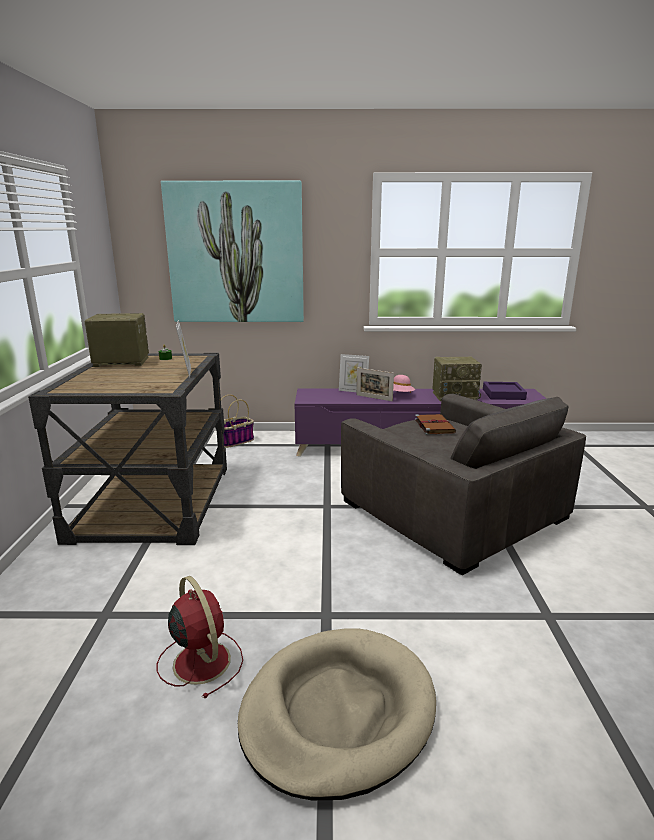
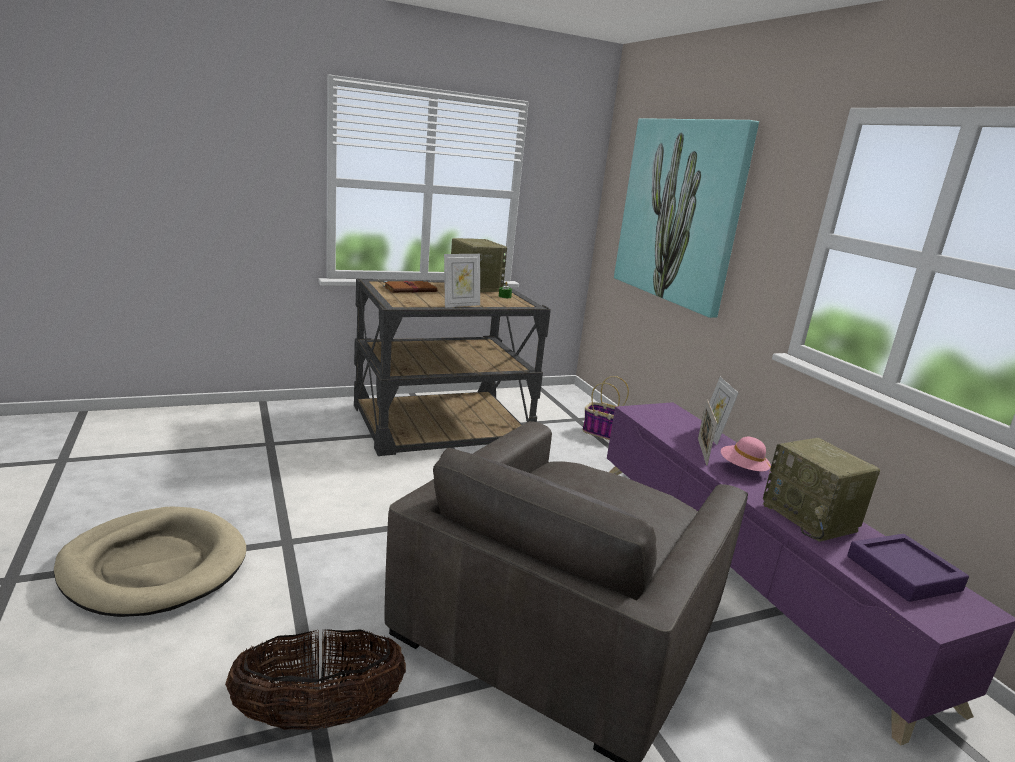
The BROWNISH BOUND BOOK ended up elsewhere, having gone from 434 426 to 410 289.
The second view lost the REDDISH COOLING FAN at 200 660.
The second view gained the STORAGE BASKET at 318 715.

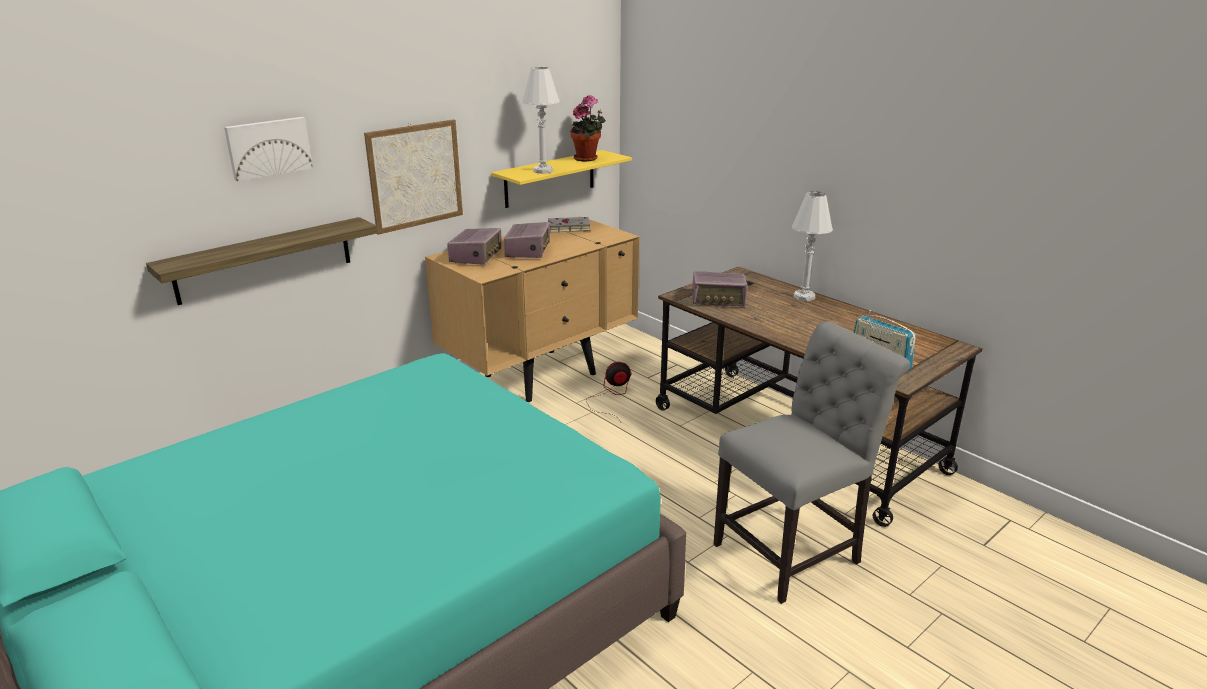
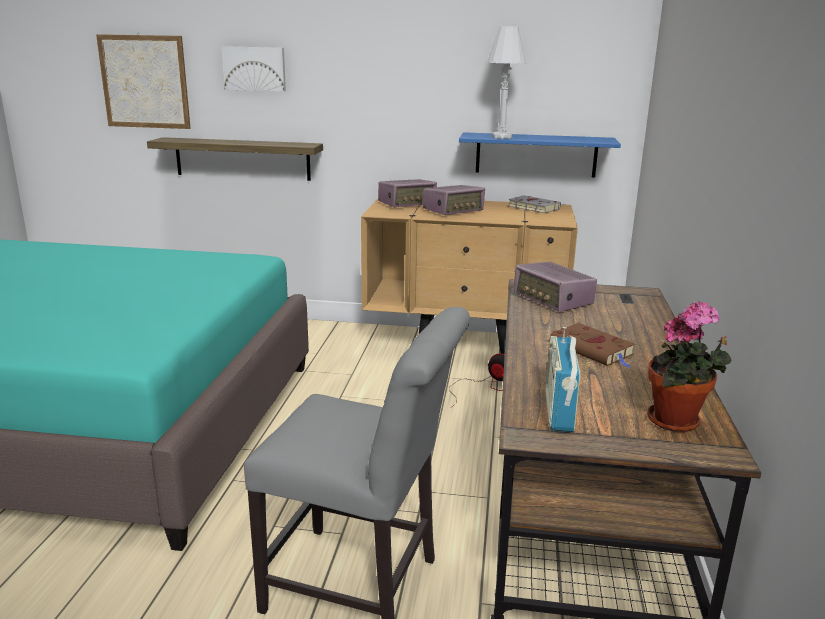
The PLANT IN A POT ended up elsewhere, having gone from 587 159 to 677 422.
The WALL ART ended up elsewhere, having gone from 415 174 to 144 80.
What was the YELLOWISH BRACKET SHELF at 550 178 turned into the BLUE BRACKET SHELF at 536 155.
The second view lost the WHITE TABLE LAMP at 804 297.
The second view gained the BROWNISH BOUND BOOK at 593 350.

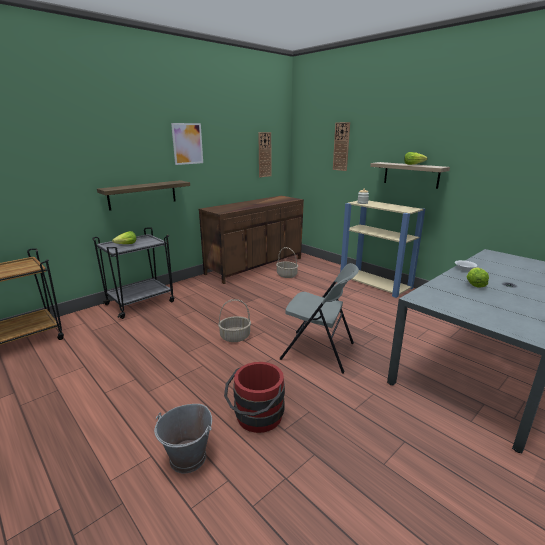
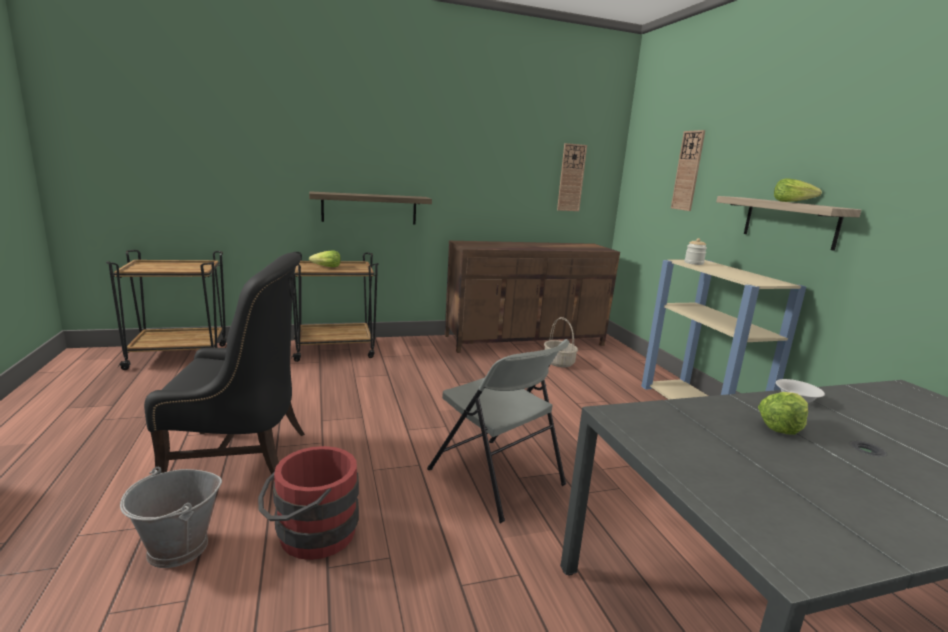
The second view lost the WALL ART at 187 143.
What was the GREY CART at 141 303 turned into the BROWNISH CART at 335 350.
The second view lost the STORAGE BASKET at 235 336.
The second view gained the BLACKISH PLAIN CHAIR at 241 458.

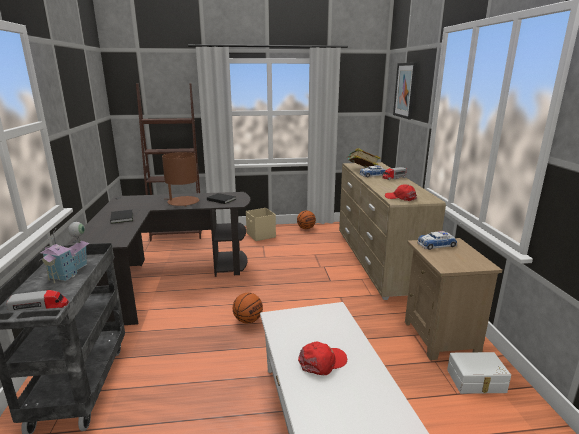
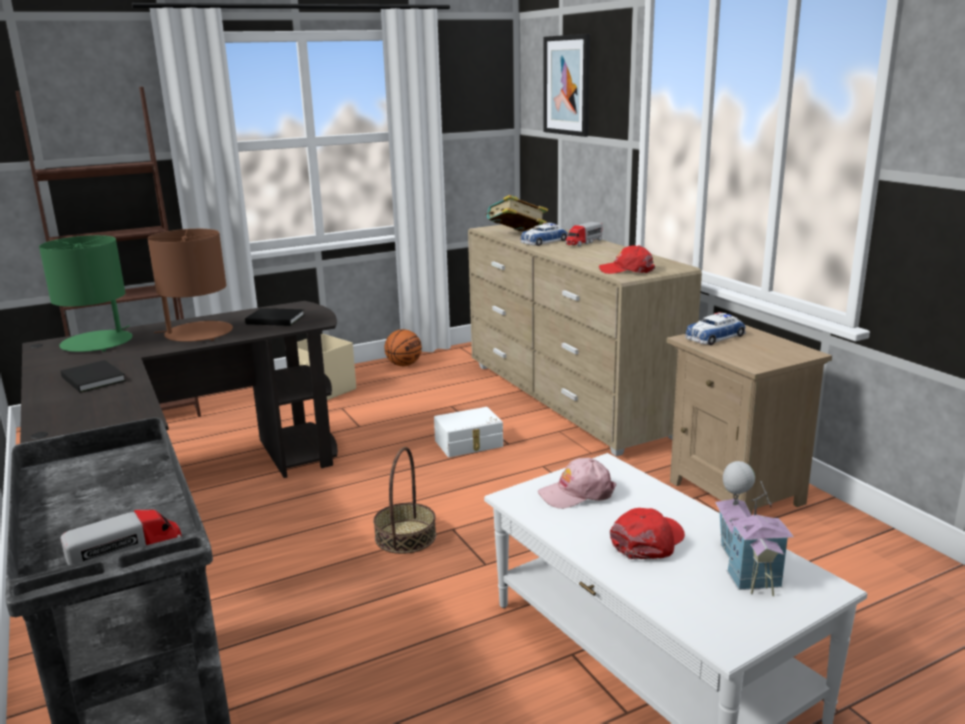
The MODEL HOUSE ended up elsewhere, having gone from 70 271 to 747 567.
Where the BASKETBALL BALL stood at 248 320, the STORAGE BASKET came to stand at 405 536.
The WHITE STORAGE BOX ended up elsewhere, having gone from 476 381 to 469 444.
The second view gained the GREEN-COLOURED TABLE LAMP at 98 343.
The second view gained the PINK-COLOURED CAP at 576 493.

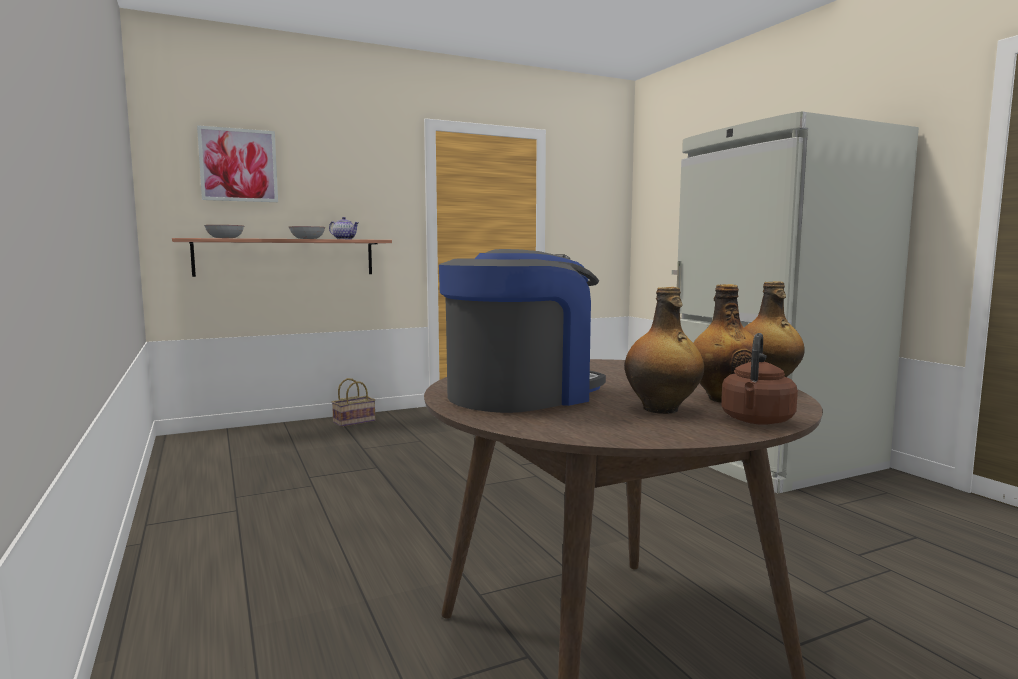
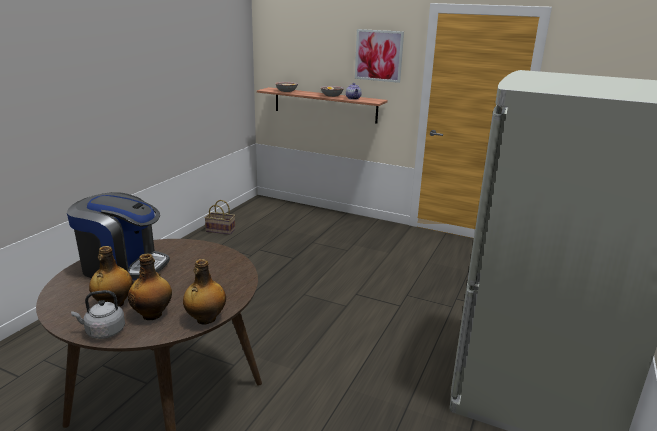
The WALL ART ended up elsewhere, having gone from 238 165 to 378 55.
What was the BROWNISH WATER KETTLE at 756 421 turned into the GREY WATER KETTLE at 103 332.
The STORAGE BASKET ended up elsewhere, having gone from 354 421 to 221 230.

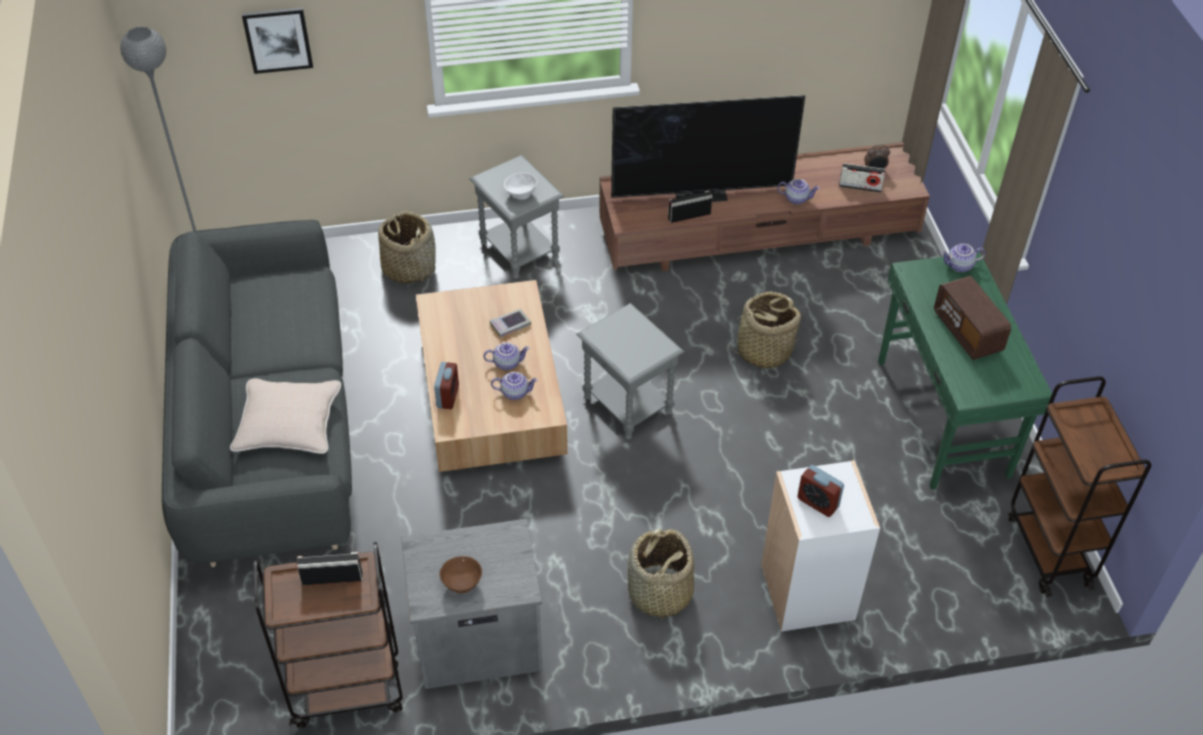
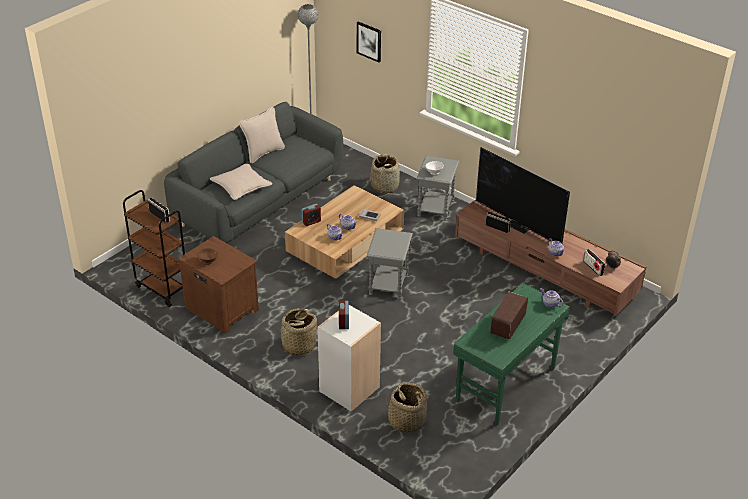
The STORAGE BASKET ended up elsewhere, having gone from 764 350 to 406 420.
The second view lost the BROWNISH CART at 1049 552.
What was the GREY NIGHT TABLE at 476 638 turned into the BROWNISH NIGHT TABLE at 221 308.
The second view gained the SAND-COLOURED THROW PILLOW at 263 153.

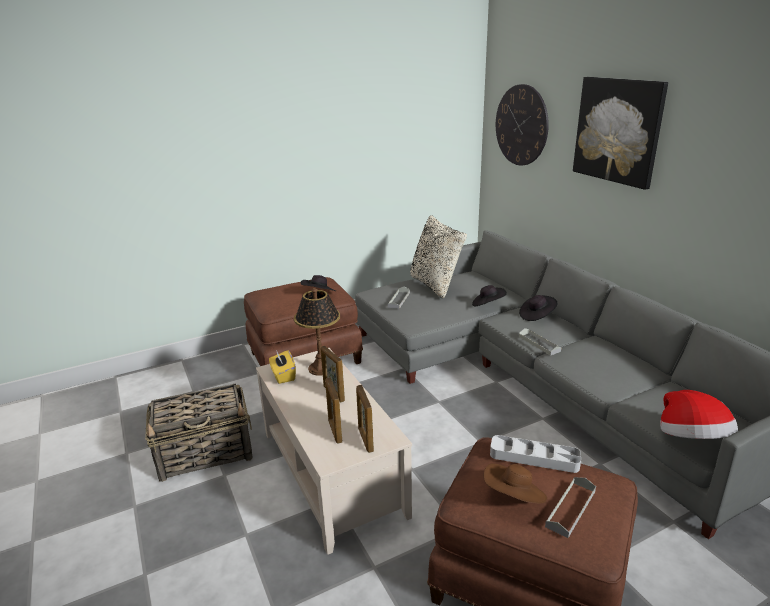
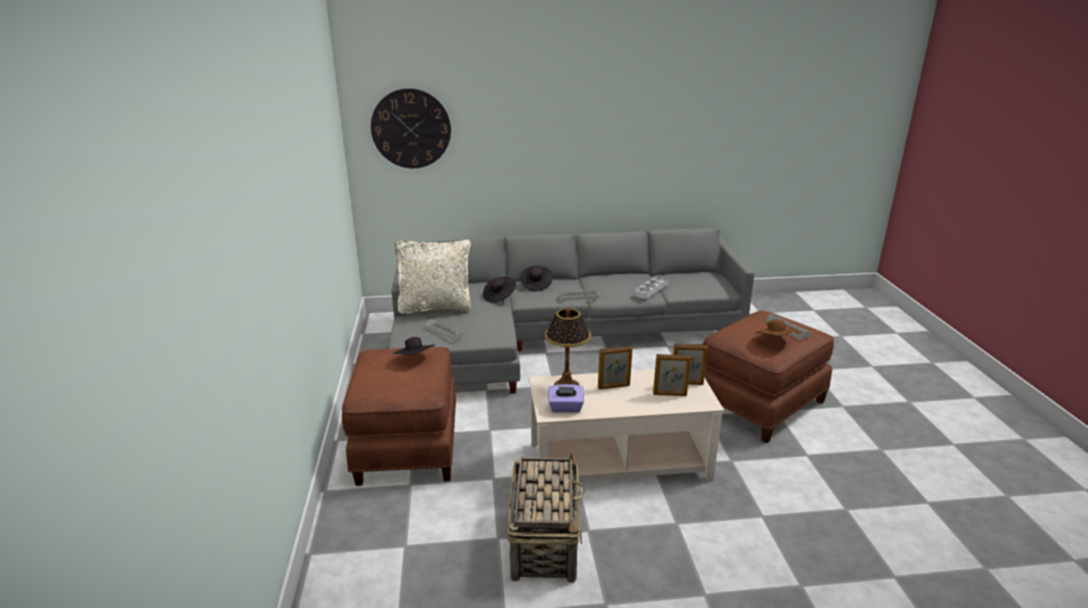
The second view lost the WALL ART at 618 131.
What was the YELLOWISH BOX OF TISSUES at 283 375 turned into the PURPLE BOX OF TISSUES at 565 408.
The second view lost the CLOTHING HAT at 691 439.
The GREY TRAY ended up elsewhere, having gone from 534 457 to 652 289.

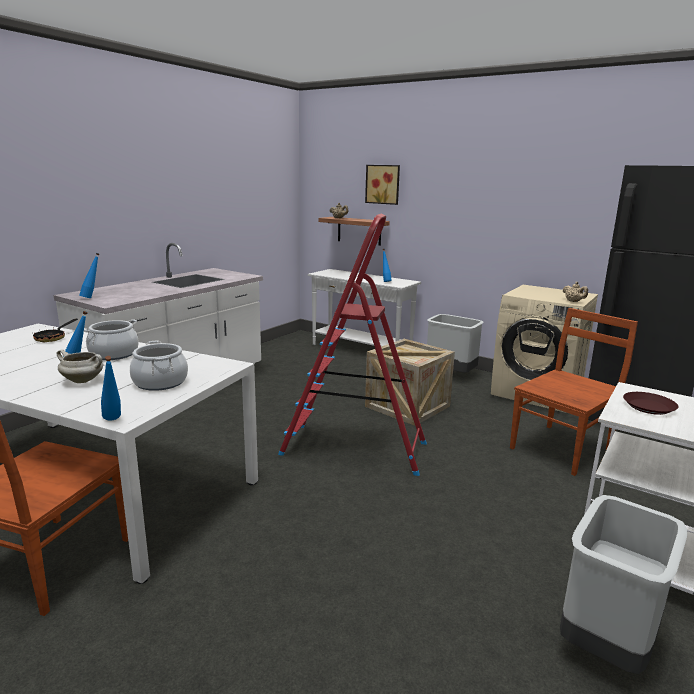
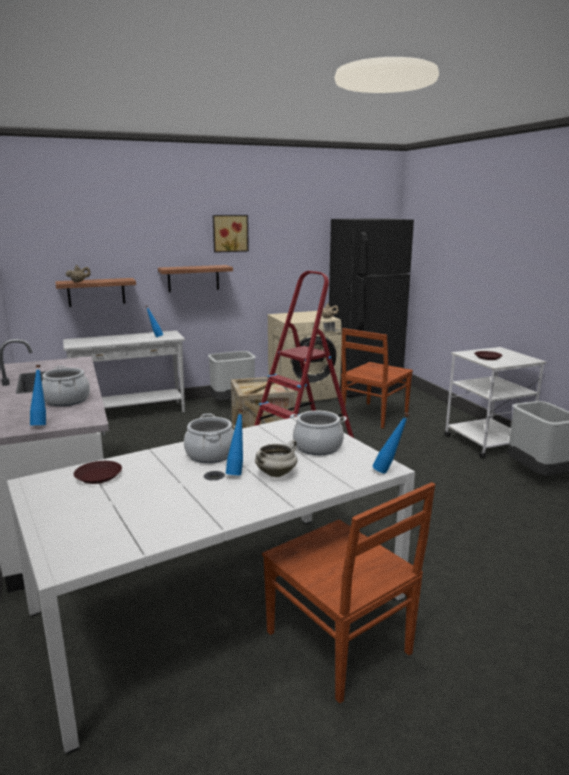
The WALL ART ended up elsewhere, having gone from 383 184 to 230 233.
The BROWNISH PLAIN CHAIR at 562 448 ended up facing another way, 135 degrees counterclockwise from before.
Where the FRYING PAN stood at 53 338, the BROWNISH DINNER PLATE came to stand at 98 476.
The second view gained the BRACKET SHELF at 193 278.
The second view gained the STOCKPOT at 66 400.

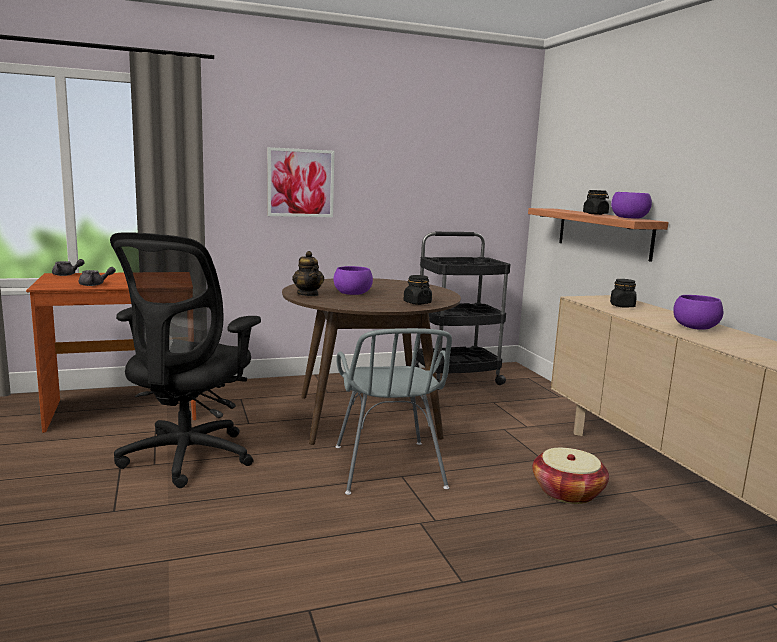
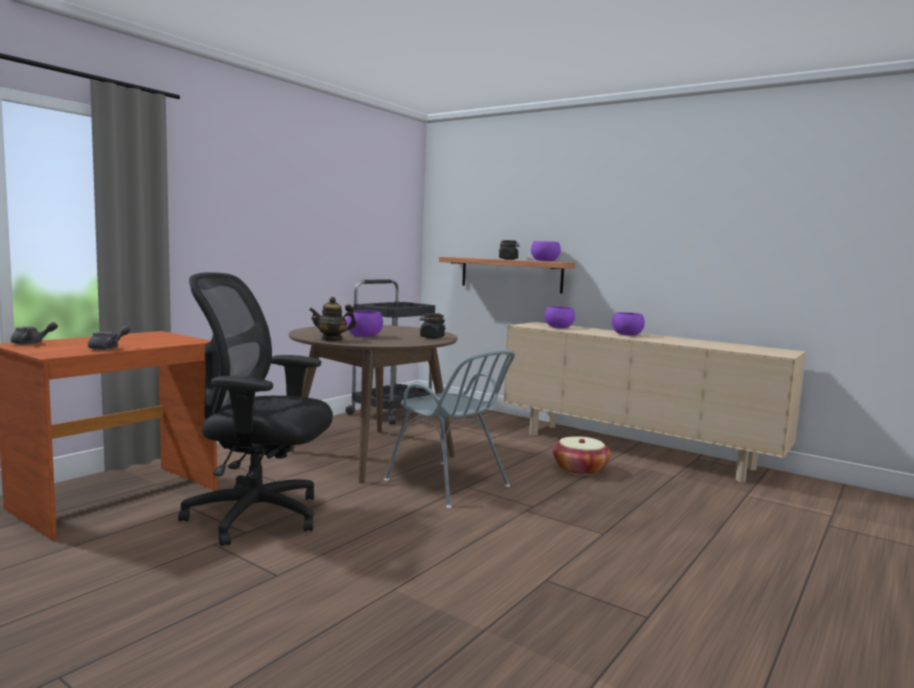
The second view lost the WALL ART at 300 183.
The BLACKISH COMPUTER CHAIR at 190 453 ended up facing another way, 120 degrees clockwise from before.
The TEA POT at 308 294 ended up facing another way, 135 degrees clockwise from before.
Where the BLACKISH STORAGE JAR stood at 622 306, the PURPLE SERVING BOWL came to stand at 558 327.

